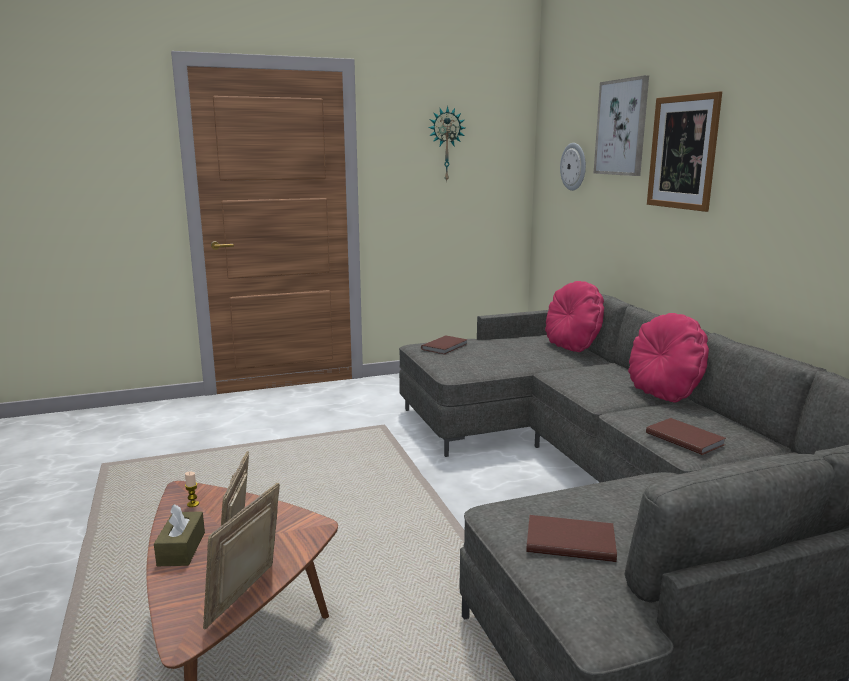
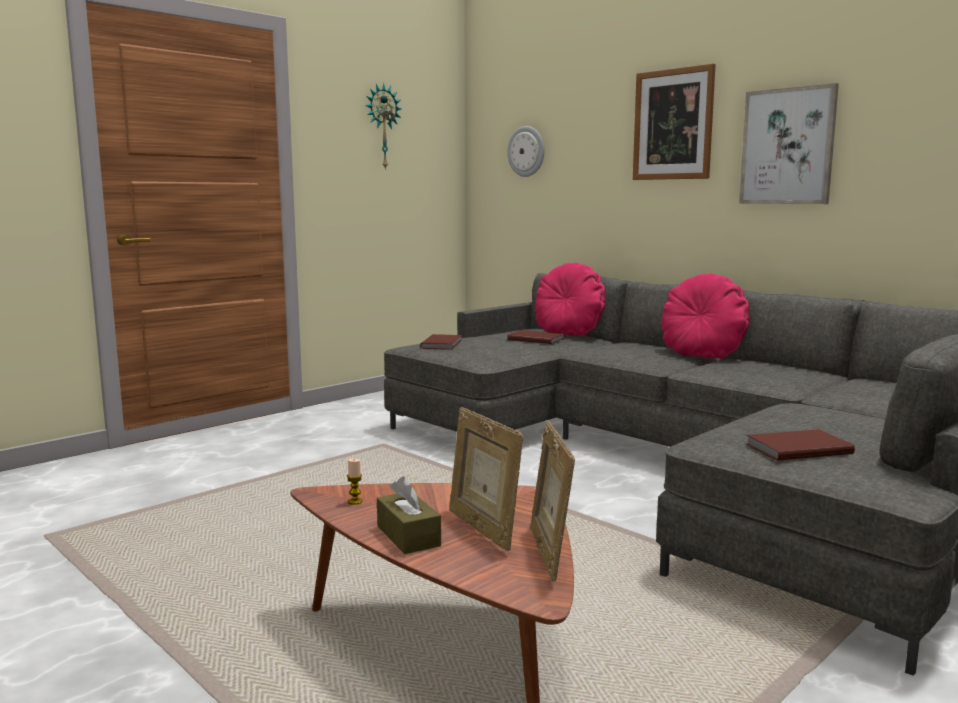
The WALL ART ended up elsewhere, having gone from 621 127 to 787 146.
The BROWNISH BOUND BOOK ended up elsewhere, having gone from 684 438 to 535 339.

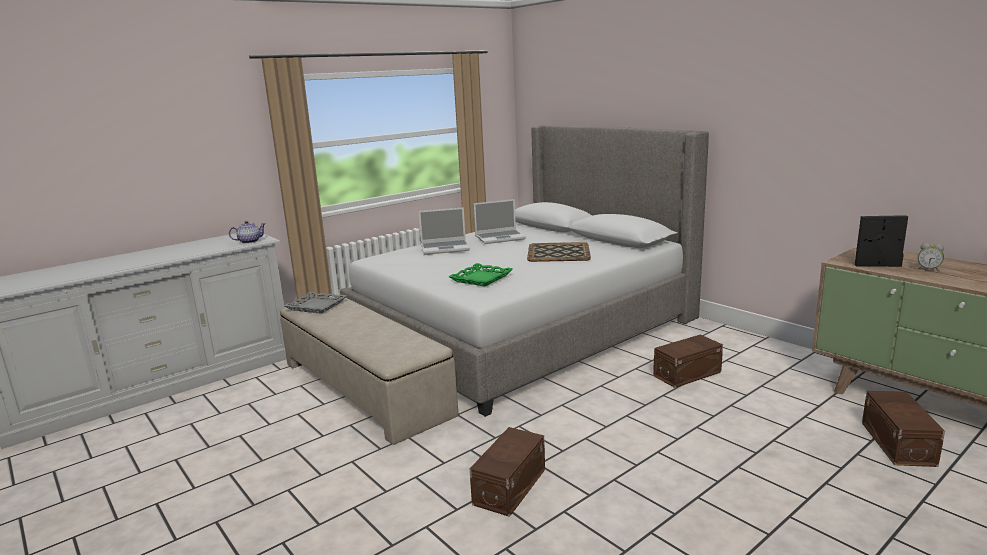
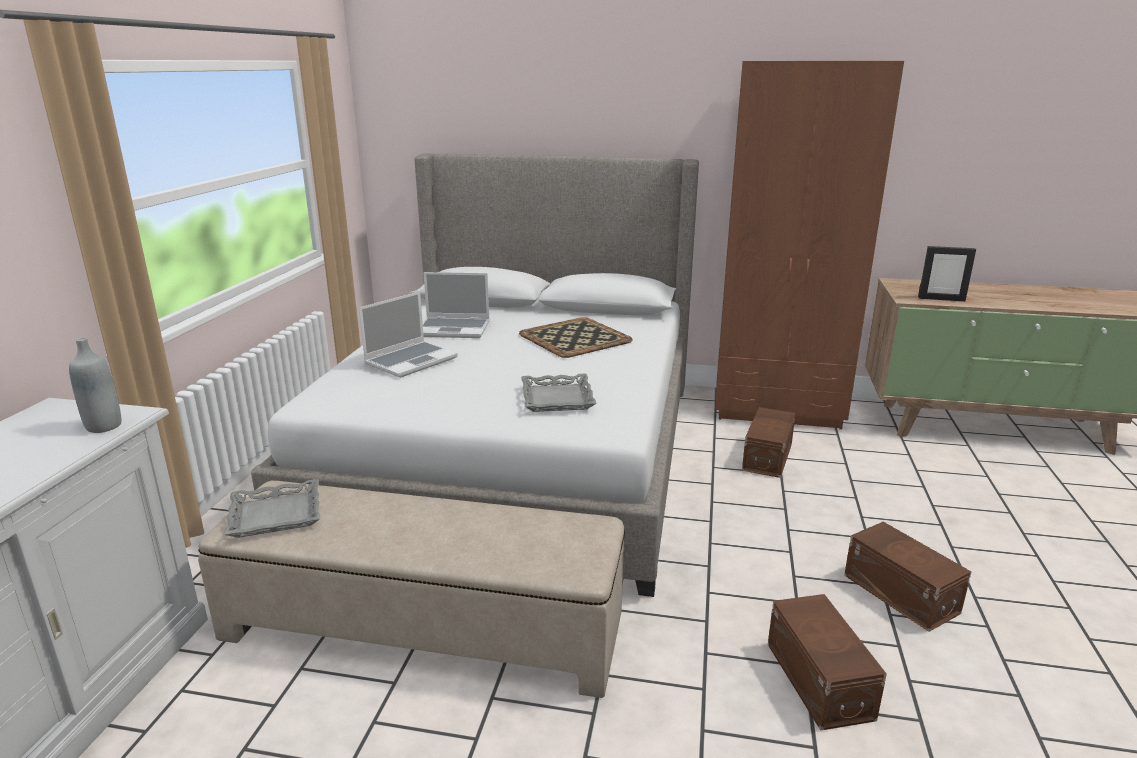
The NOTEBOOK COMPUTER at 500 238 ended up facing another way, 60 degrees clockwise from before.
The STANDING FRAME at 877 265 ended up facing another way, 135 degrees counterclockwise from before.
Where the TEA POT stood at 249 241, the GREY BOTTLE came to stand at 104 426.
The second view lost the TABLE CLOCK at 928 269.
What was the GREEN-COLOURED TRAY at 481 278 turned into the GREY TRAY at 556 398.
The BROWNISH STORAGE BOX ended up elsewhere, having gone from 898 443 to 900 592.
The second view gained the BROWNISH CLOTHES CUPBOARD at 778 409.

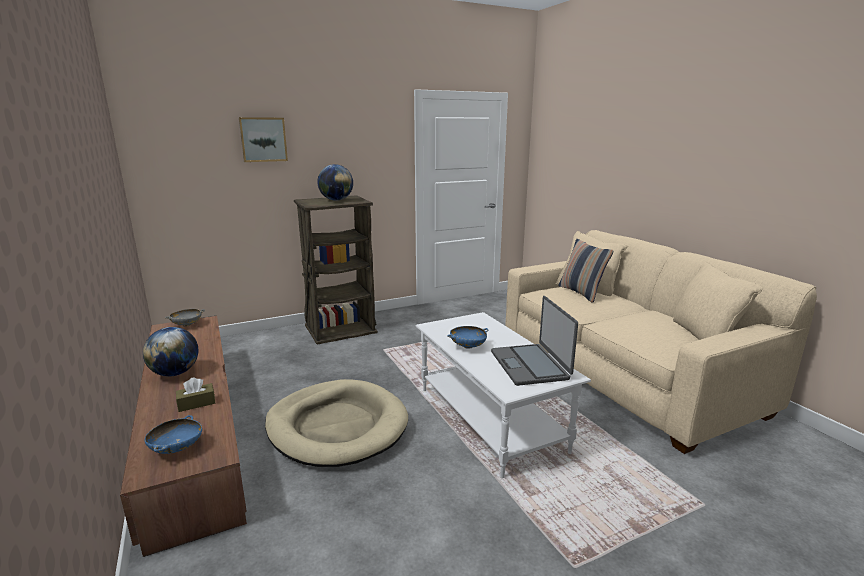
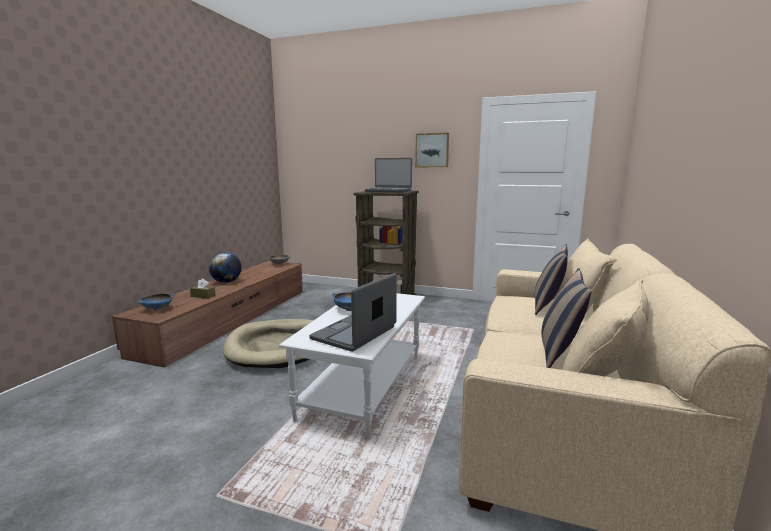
The WALL ART ended up elsewhere, having gone from 263 139 to 432 150.
Where the DESK GLOBE stood at 336 200, the NOTEBOOK COMPUTER came to stand at 388 191.
The second view gained the THROW PILLOW at 559 352.

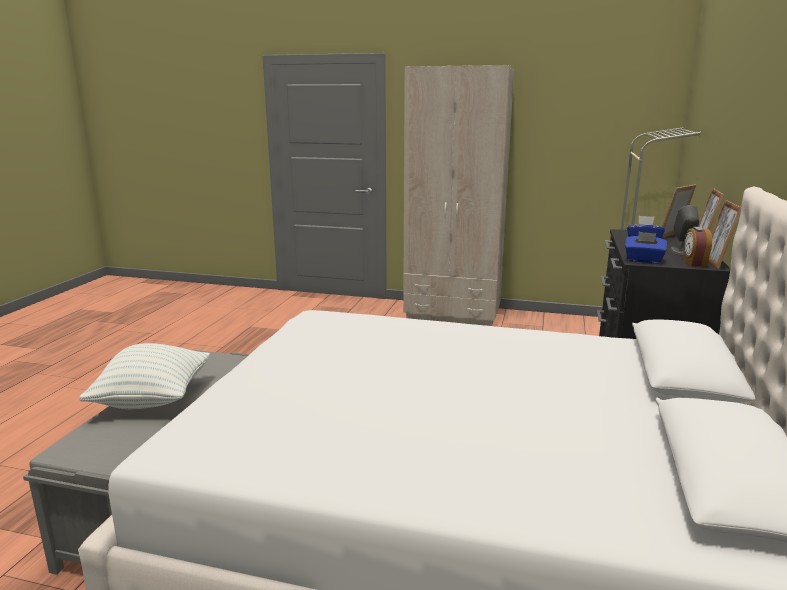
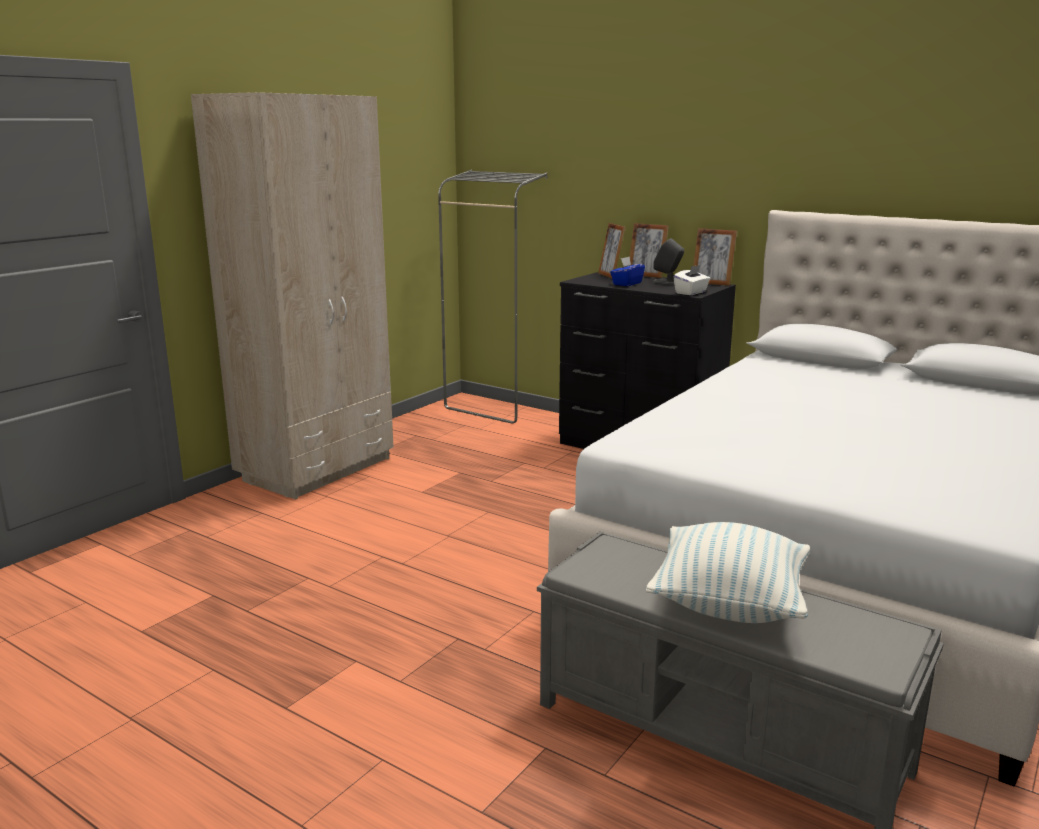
The second view lost the TABLE CLOCK at 694 263.
What was the BLUE BOX OF TISSUES at 643 260 turned into the WHITE BOX OF TISSUES at 691 293.

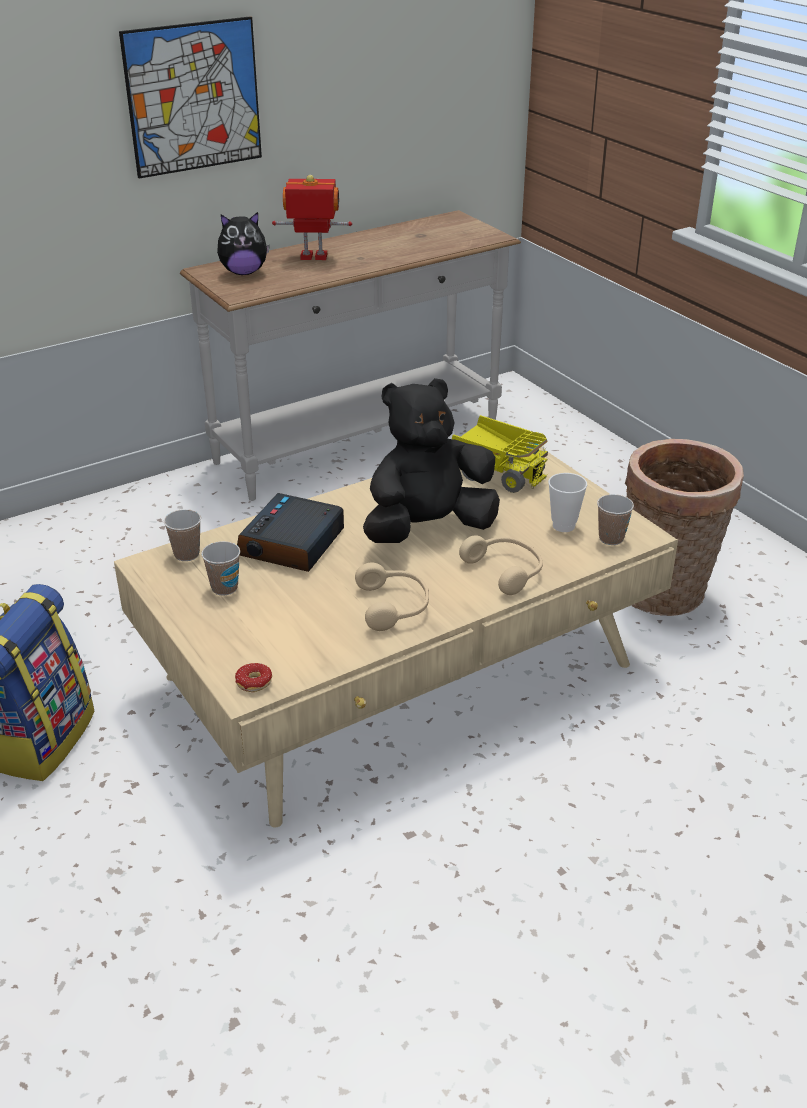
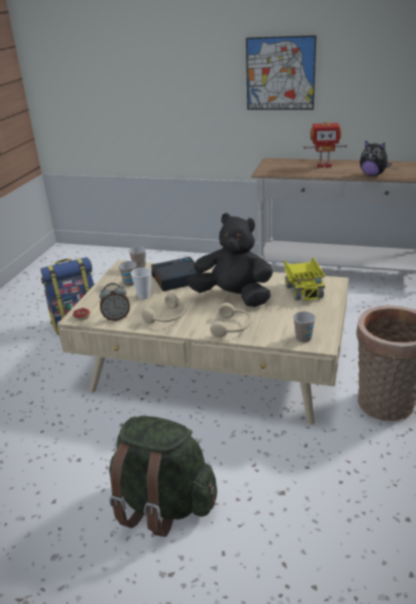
The TOY ROBOT at 313 257 ended up facing another way, 135 degrees clockwise from before.
The SOFT TOY ended up elsewhere, having gone from 244 272 to 373 175.
The CUP ended up elsewhere, having gone from 563 526 to 144 296.
The second view gained the TABLE CLOCK at 116 318.
The second view gained the GREEN-COLOURED RUCKSACK at 163 504.

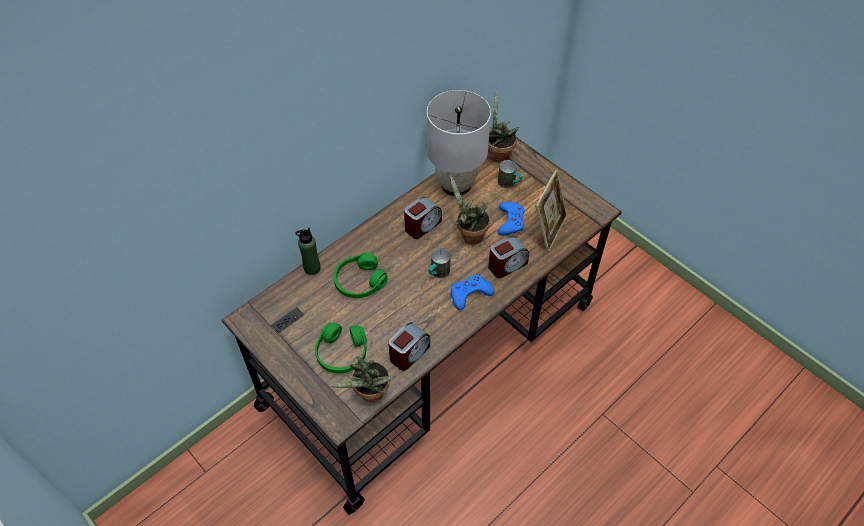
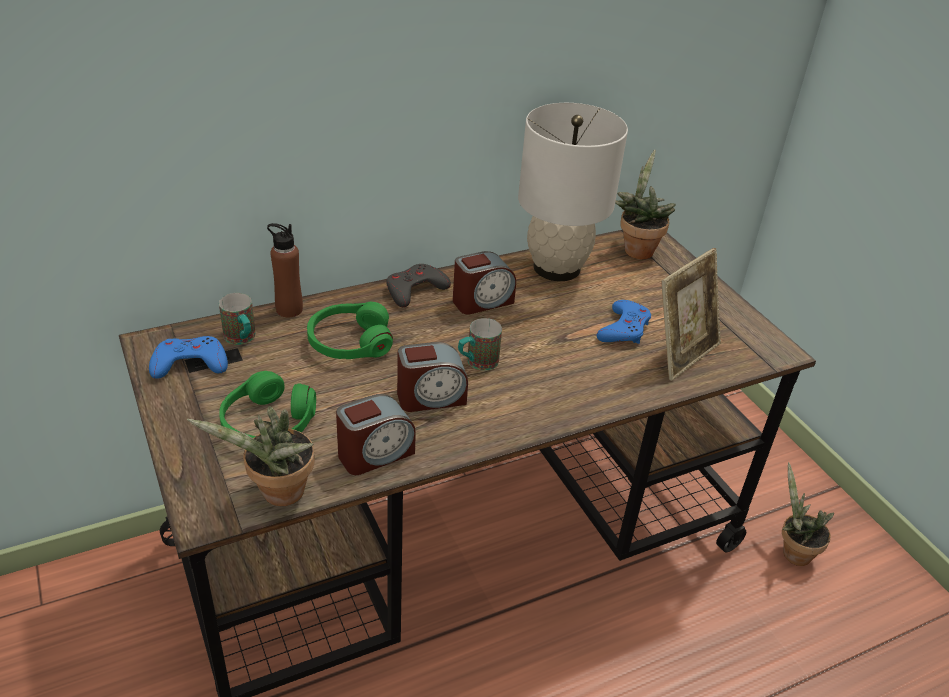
The COFFEE MUG ended up elsewhere, having gone from 509 184 to 242 339.
The PLANT IN A POT ended up elsewhere, having gone from 469 235 to 792 552.
What was the GREEN-COLOURED BOTTLE at 312 268 turned into the BROWNISH BOTTLE at 289 309.
The TABLE CLOCK ended up elsewhere, having gone from 507 265 to 431 397.
The BLUE GAME CONTROLLER ended up elsewhere, having gone from 470 294 to 189 363.
The second view gained the GREY GAME CONTROLLER at 415 290.

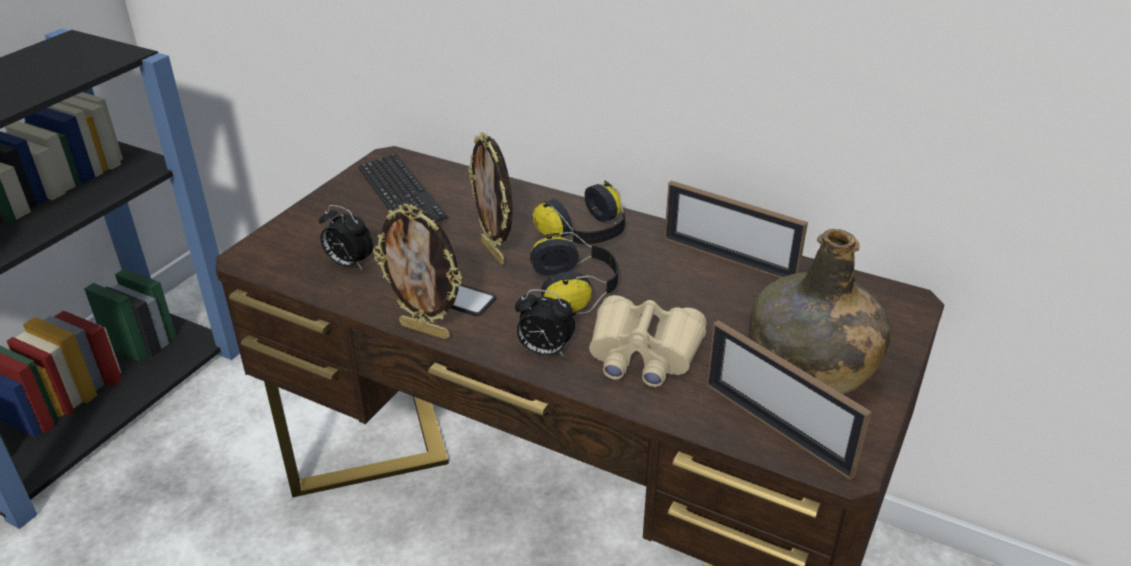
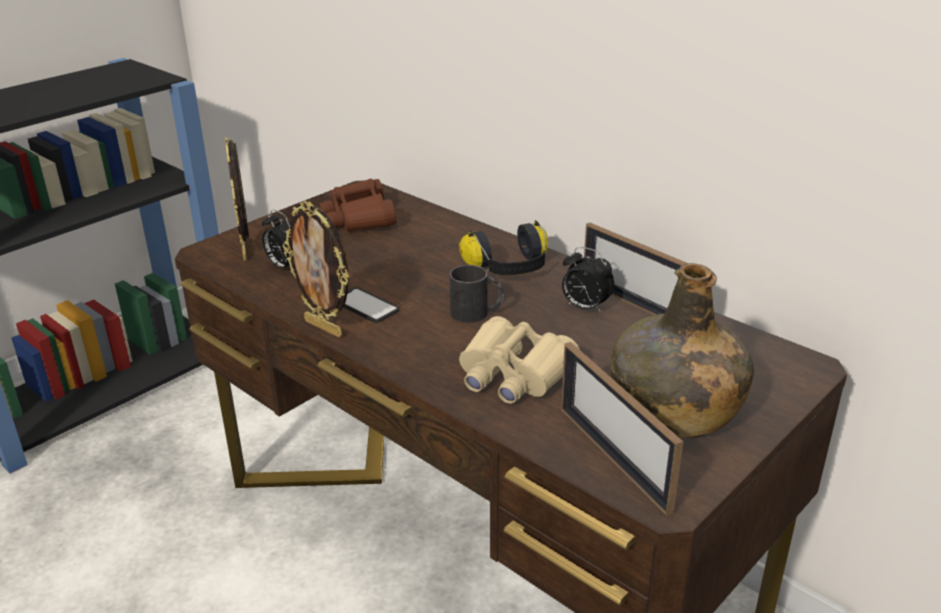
The STANDING FRAME ended up elsewhere, having gone from 494 252 to 246 251.
Where the KEYBOARD stood at 401 194, the BROWNISH PAIR OF BINOCULARS came to stand at 358 218.
Where the HEADSET stood at 576 289, the BLACKISH COFFEE MUG came to stand at 477 313.
The TABLE CLOCK ended up elsewhere, having gone from 544 351 to 584 307.

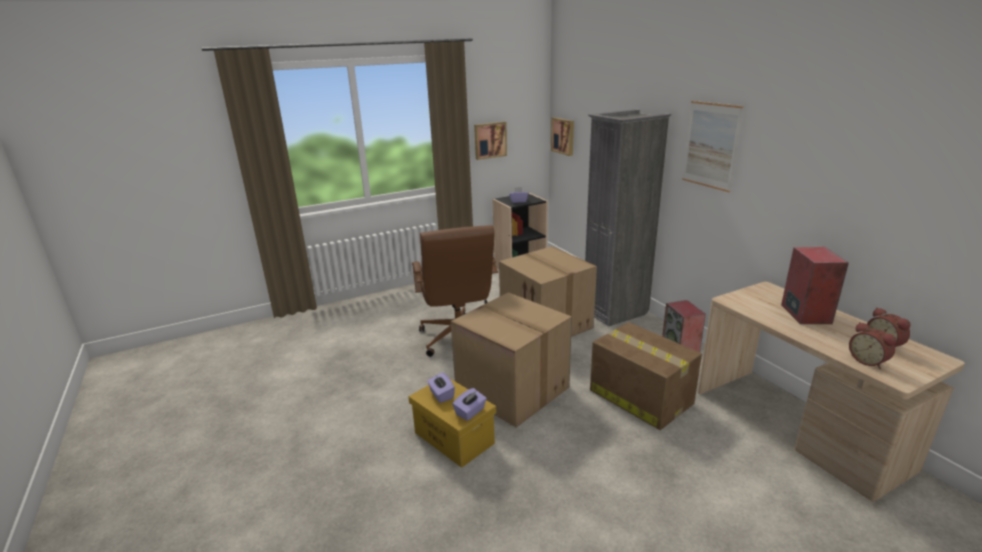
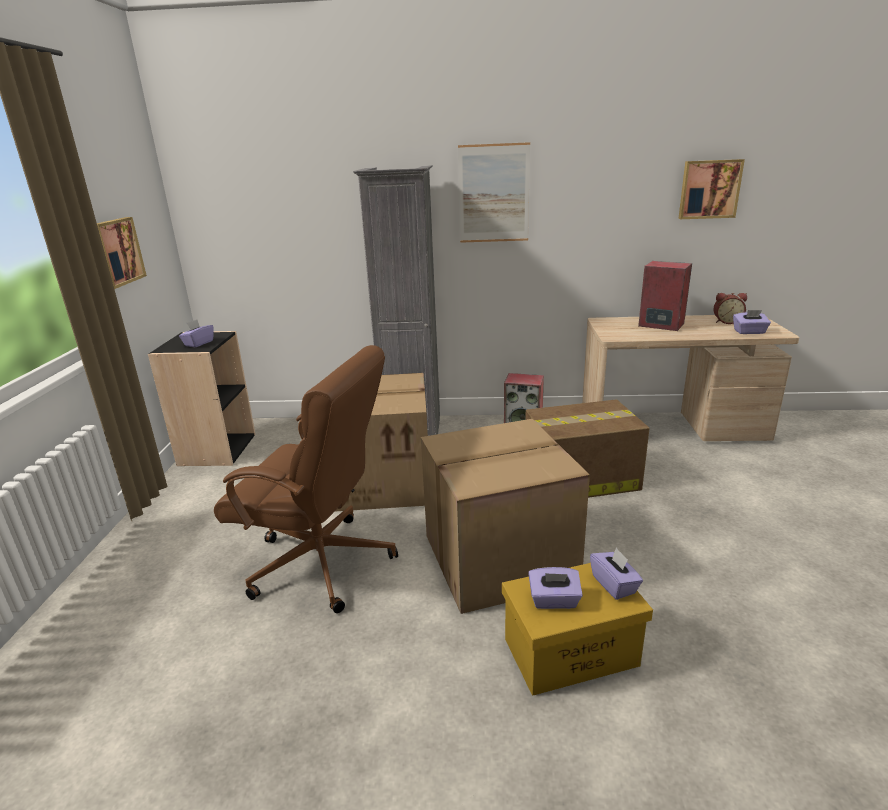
The WALL ART ended up elsewhere, having gone from 563 136 to 709 189.
Where the TABLE CLOCK stood at 868 361, the PURPLE BOX OF TISSUES came to stand at 749 332.

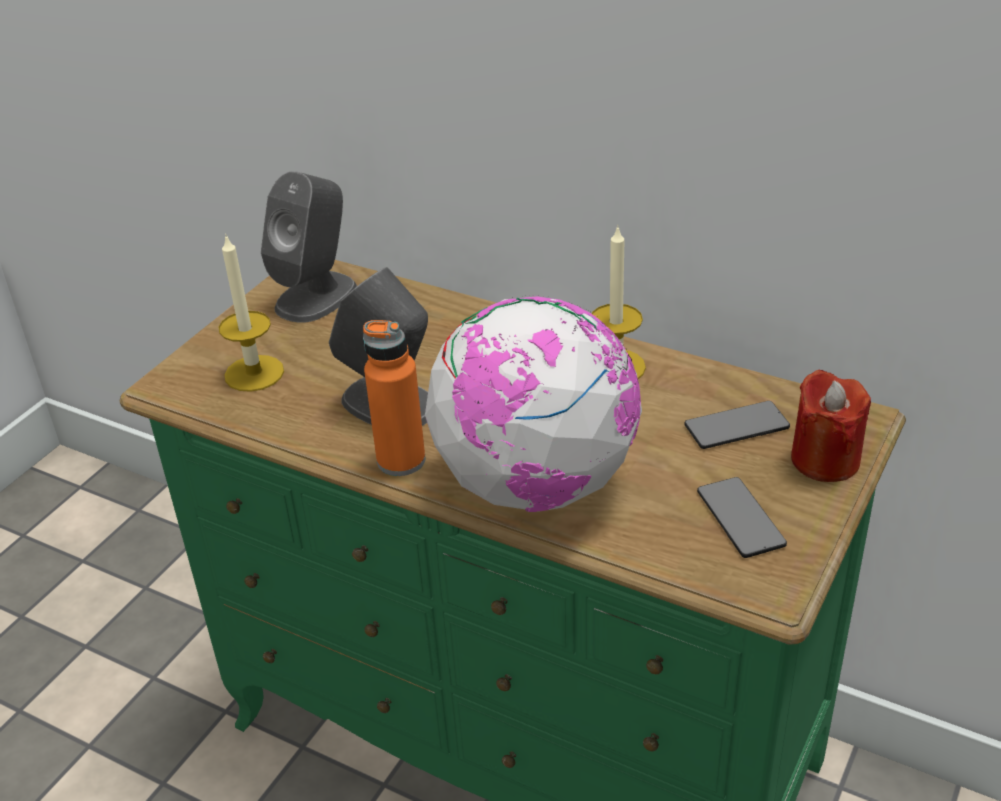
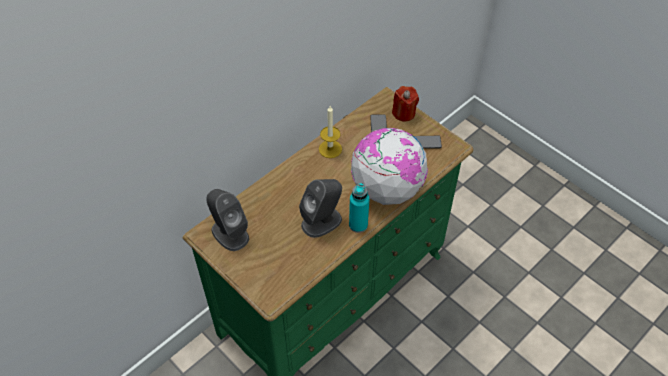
The second view lost the WAX LIGHT at 254 373.
What was the ORANGE BOTTLE at 401 460 turned into the TURQUOISE-COLOURED BOTTLE at 358 225.

